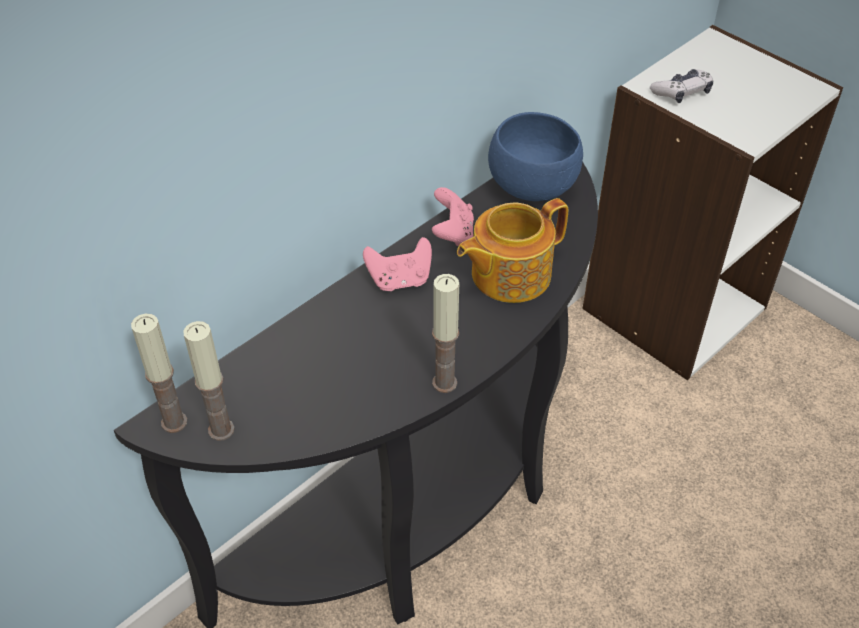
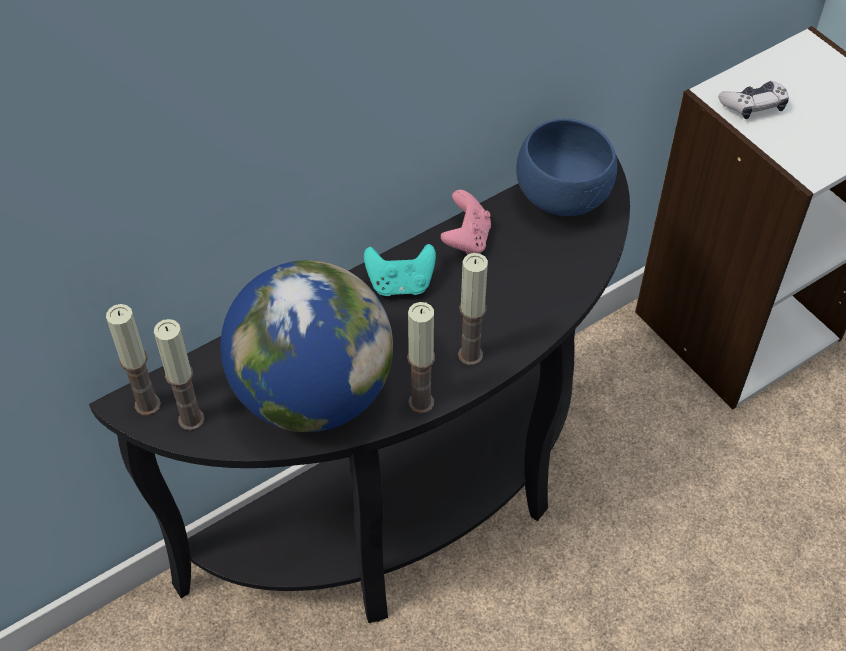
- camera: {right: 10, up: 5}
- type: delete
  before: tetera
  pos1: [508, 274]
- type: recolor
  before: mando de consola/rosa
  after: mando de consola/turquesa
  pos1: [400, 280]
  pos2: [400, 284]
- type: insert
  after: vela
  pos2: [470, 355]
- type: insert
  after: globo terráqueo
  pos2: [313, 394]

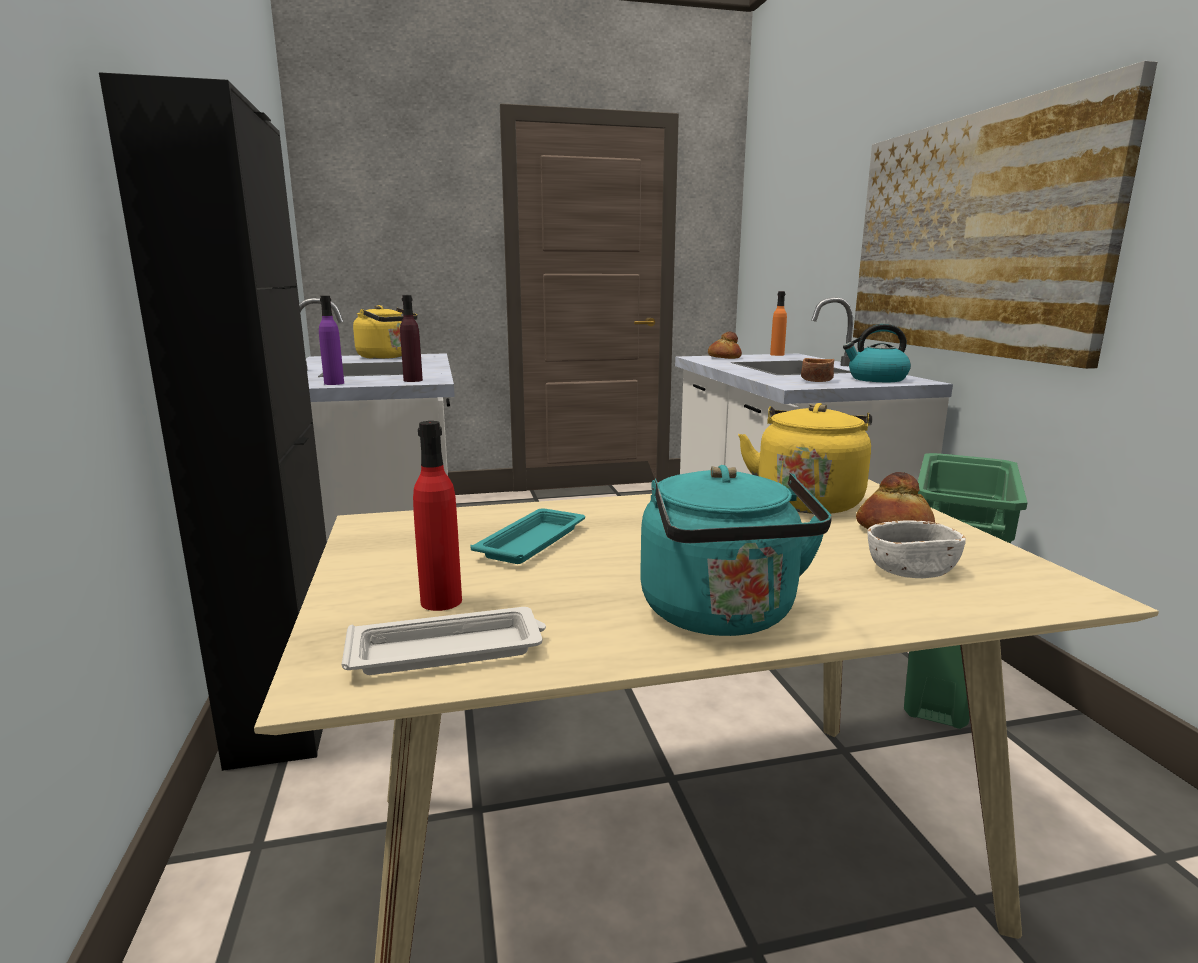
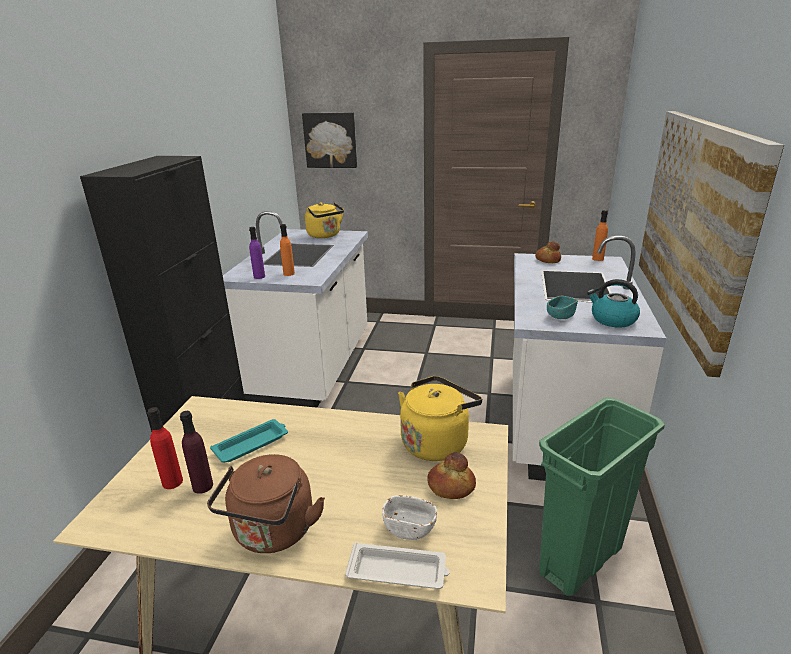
- camera: {right: 25, up: 10}
- type: move
  before: botella/morado
  pos1: [413, 380]
  pos2: [203, 486]
- type: recolor
  before: cuenco/marrón
  after: cuenco/turquesa
  pos1: [816, 380]
  pos2: [560, 315]
- type: recolor
  before: hervidor/turquesa
  after: hervidor/marrón
  pos1: [722, 616]
  pos2: [272, 533]
- type: move
  before: bandeja/blanco
  pos1: [449, 650]
  pos2: [398, 571]
- type: insert
  after: cuadro
  pos2: [330, 140]
- type: insert
  after: botella/naranja
  pos2: [289, 273]

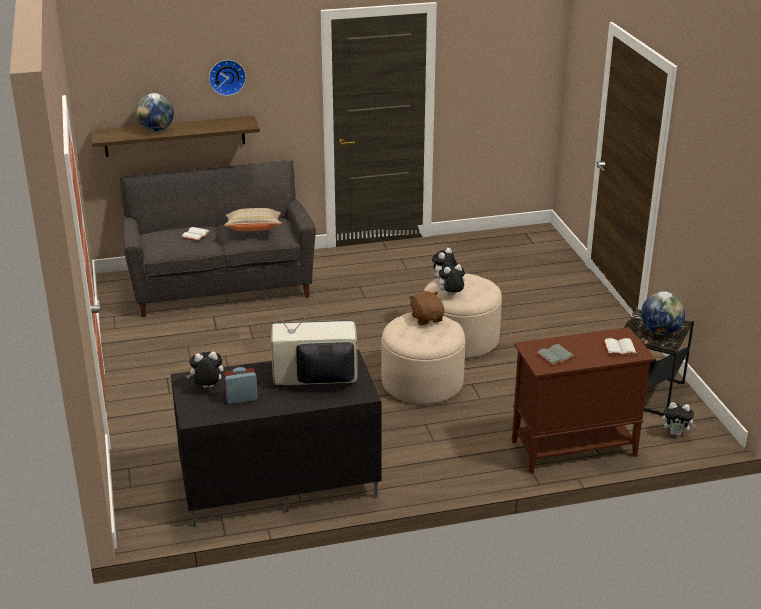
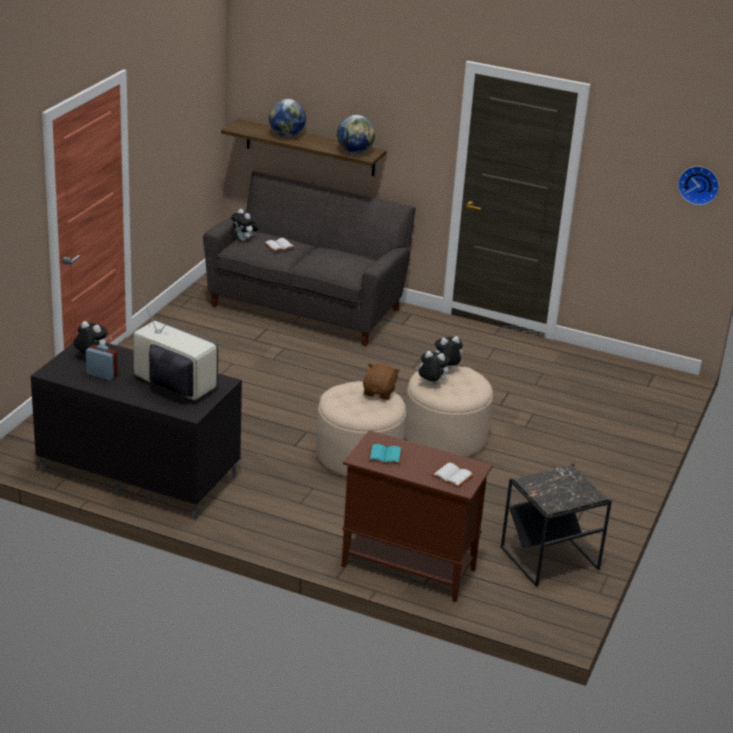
- camera: {right: 35, up: 0}
- type: move
  before: reloj de pared
  pos1: [227, 76]
  pos2: [699, 184]
- type: delete
  before: cojín/beis
  pos1: [253, 230]
- type: move
  before: globo terráqueo
  pos1: [660, 331]
  pos2: [355, 152]
- type: recolor
  before: libro/gris
  after: libro/turquesa
  pos1: [555, 355]
  pos2: [386, 455]
- type: move
  before: peluche
  pos1: [676, 433]
  pos2: [244, 239]

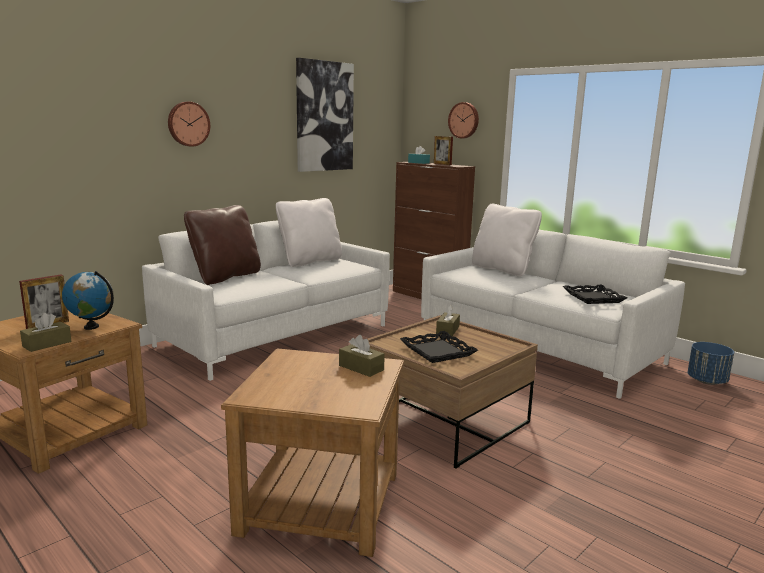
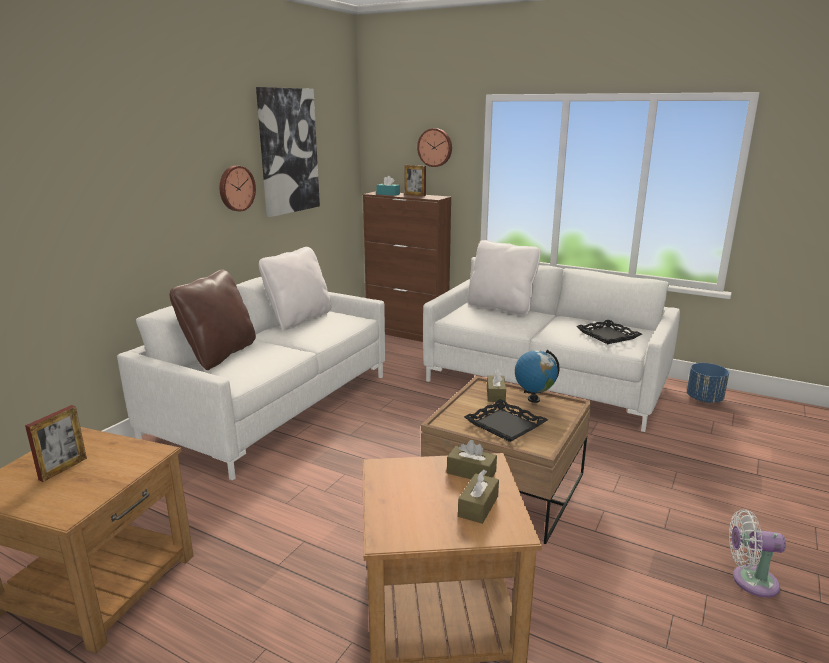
- camera: {right: -15, up: 5}
- type: move
  before: reloj de pared
  pos1: [188, 124]
  pos2: [236, 188]
- type: move
  before: globo terráqueo
  pos1: [91, 327]
  pos2: [533, 399]
- type: move
  before: caja de pañuelos/marrón
  pos1: [47, 344]
  pos2: [478, 506]
- type: insert
  after: ventilador/blanco
  pos2: [750, 581]

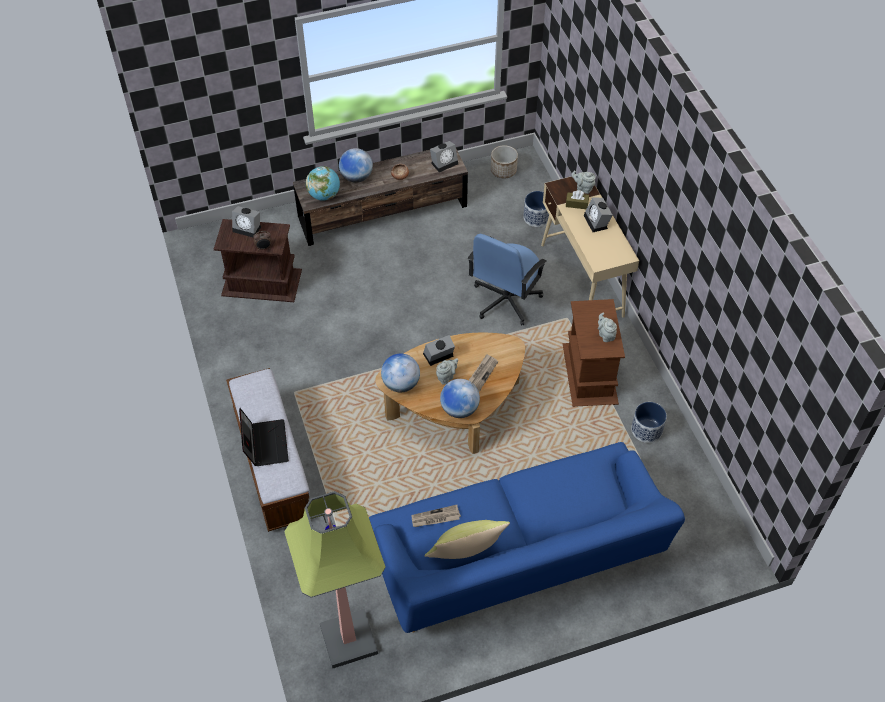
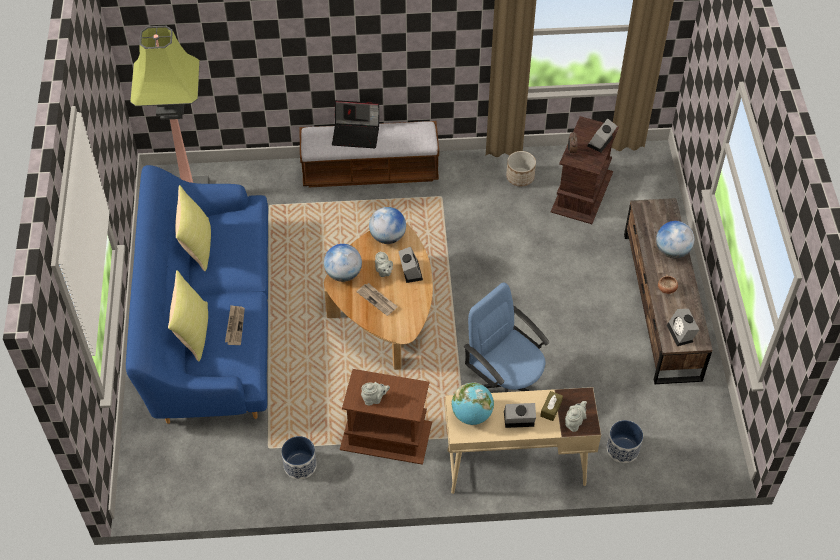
- camera: {right: 105, up: 0}
- type: move
  before: maceta
  pos1: [503, 170]
  pos2: [520, 177]
- type: move
  before: globo terráqueo
  pos1: [324, 195]
  pos2: [472, 415]
- type: move
  before: periódico
  pos1: [435, 518]
  pos2: [235, 326]
- type: insert
  after: cojín/amarillo
  pos2: [193, 332]

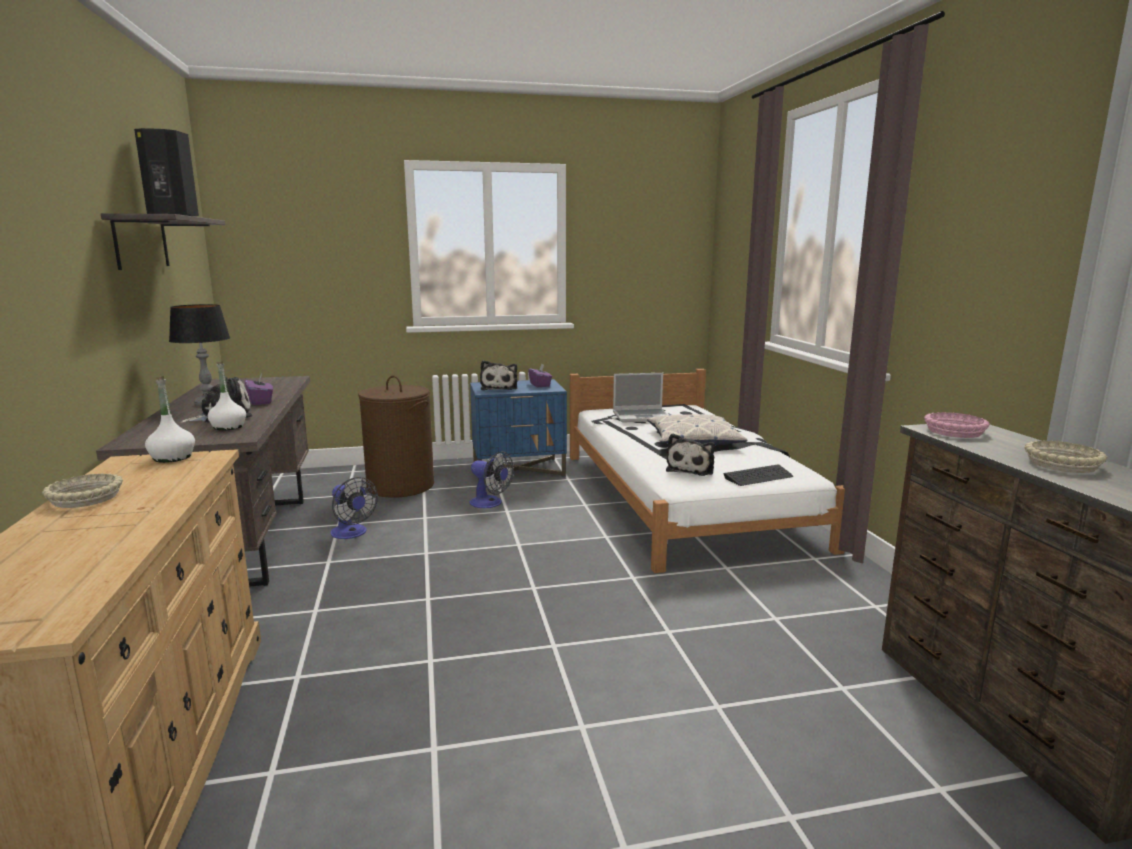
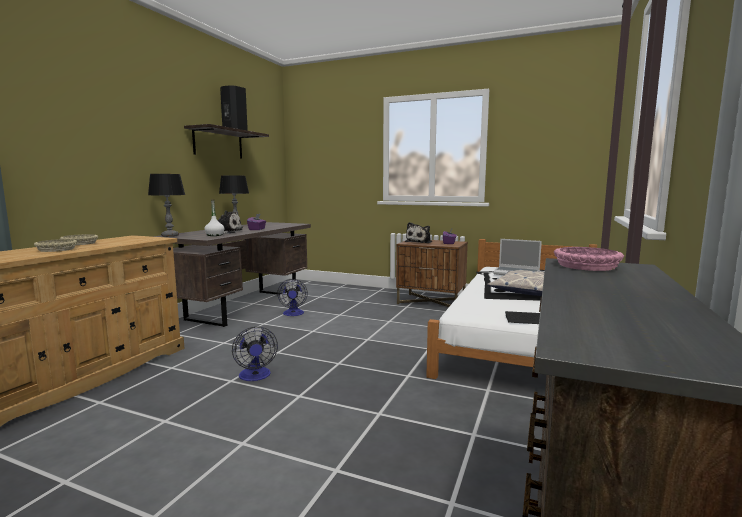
- camera: {right: 35, up: -5}
- type: delete
  before: botella/blanco
  pos1: [172, 458]
- type: delete
  before: cesto de la ropa/marrón
  pos1: [400, 486]
- type: recolor
  before: mesita de noche/azul
  after: mesita de noche/marrón
  pos1: [519, 470]
  pos2: [431, 302]
- type: delete
  before: peluche
  pos1: [691, 469]
- type: move
  before: cuenco/beis
  pos1: [1061, 464]
  pos2: [57, 249]
- type: move
  before: ventilador
  pos1: [490, 503]
  pos2: [255, 376]
- type: insert
  after: lámpara de mesa
  pos2: [170, 236]

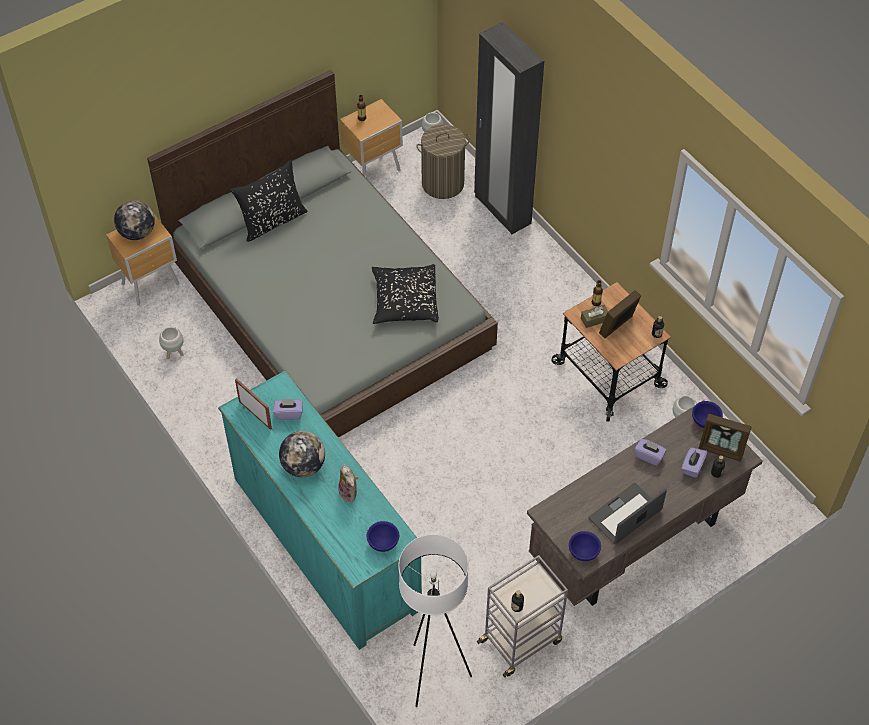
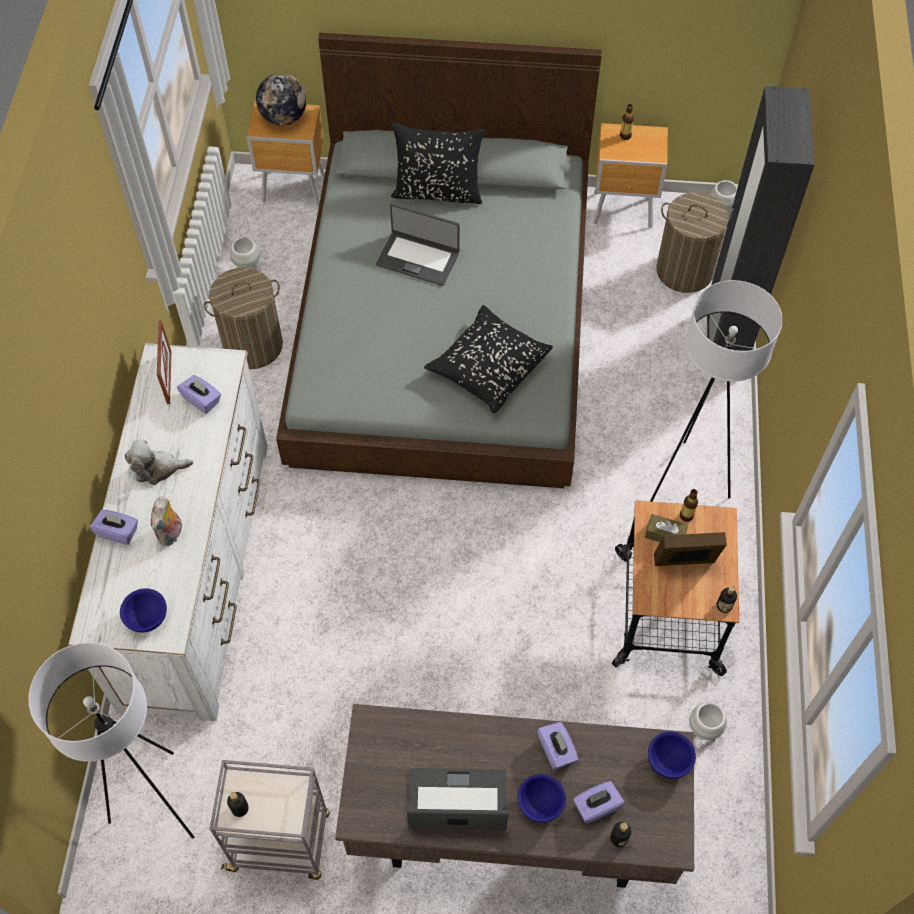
- camera: {right: 40, up: 5}
- type: recolor
  before: cómoda/turquesa
  after: cómoda/blanco
  pos1: [325, 542]
  pos2: [196, 571]
- type: delete
  before: portarretratos
  pos1: [721, 449]
- type: replace
  before: globo terráqueo
  after: peluche
  pos1: [303, 466]
  pos2: [158, 468]
- type: move
  before: cuenco/azul
  pos1: [583, 553]
  pos2: [539, 804]
- type: insert
  after: portátil
  pos2: [418, 258]
- type: insert
  after: cesto de la ropa
  pos2: [253, 345]
- type: insert
  after: lámpara de pie/blanco
  pos2: [687, 480]
- type: insert
  after: caja de pañuelos/morado
  pos2: [118, 532]

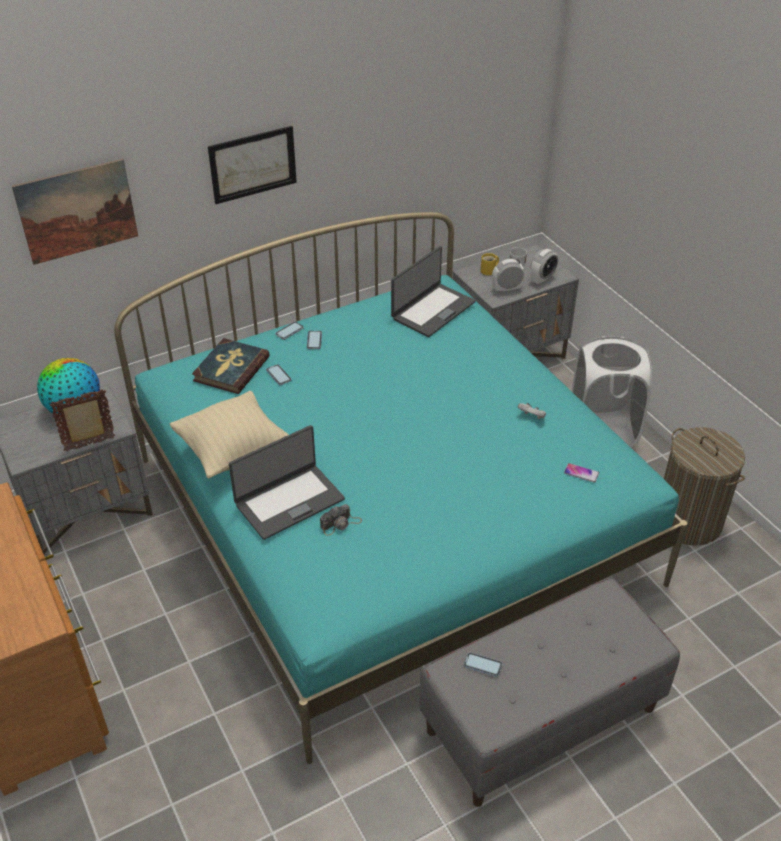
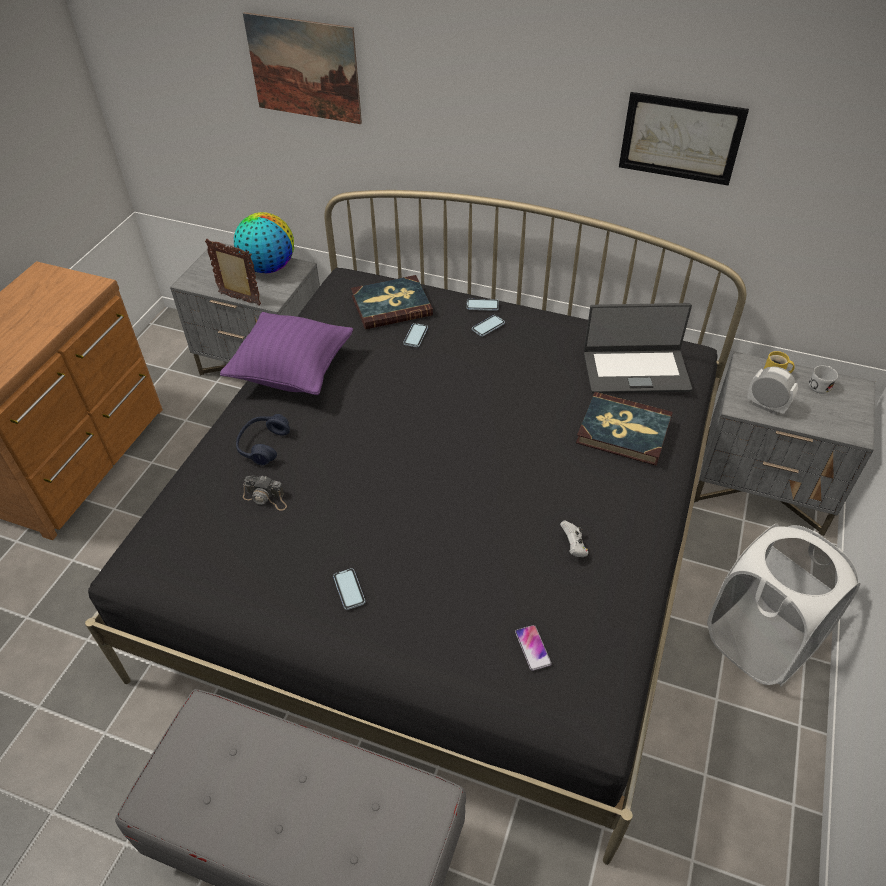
- camera: {right: 50, up: 5}
- type: move
  before: cuadro
  pos1: [253, 164]
  pos2: [680, 138]
- type: recolor
  before: cama/turquesa
  after: cama/negro
  pos1: [390, 518]
  pos2: [445, 547]
- type: delete
  before: despertador
  pos1: [542, 280]
- type: recolor
  before: cojín/beis
  after: cojín/morado
  pos1: [233, 451]
  pos2: [292, 373]
- type: replace
  before: portátil
  after: auriculares/azul
  pos1: [289, 501]
  pos2: [263, 445]
- type: delete
  before: cesto de la ropa
  pos1: [688, 521]
- type: move
  before: móvil
  pos1: [483, 665]
  pos2: [349, 589]
- type: insert
  after: libro
  pos2: [623, 431]

